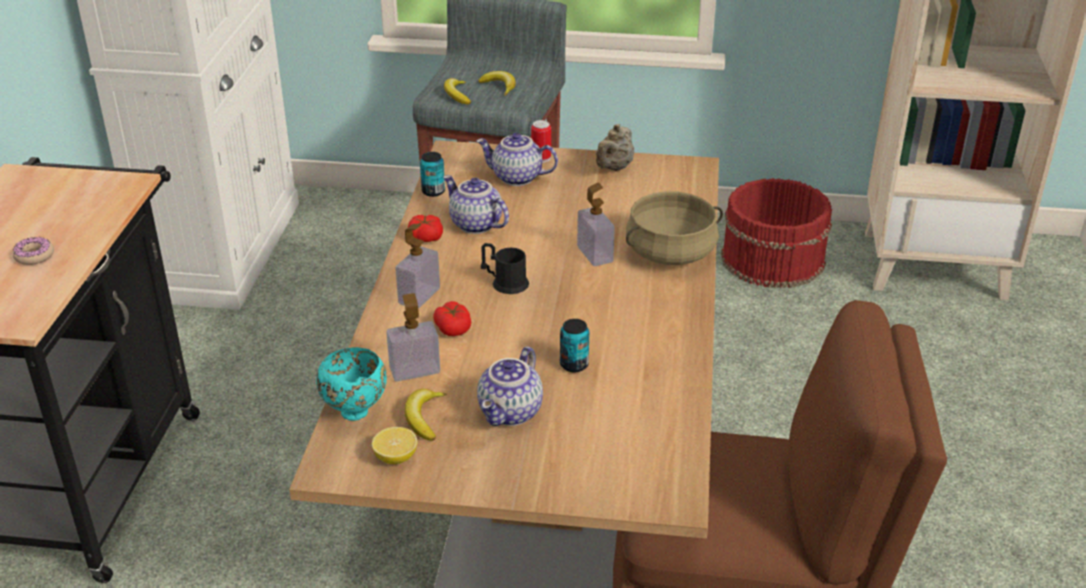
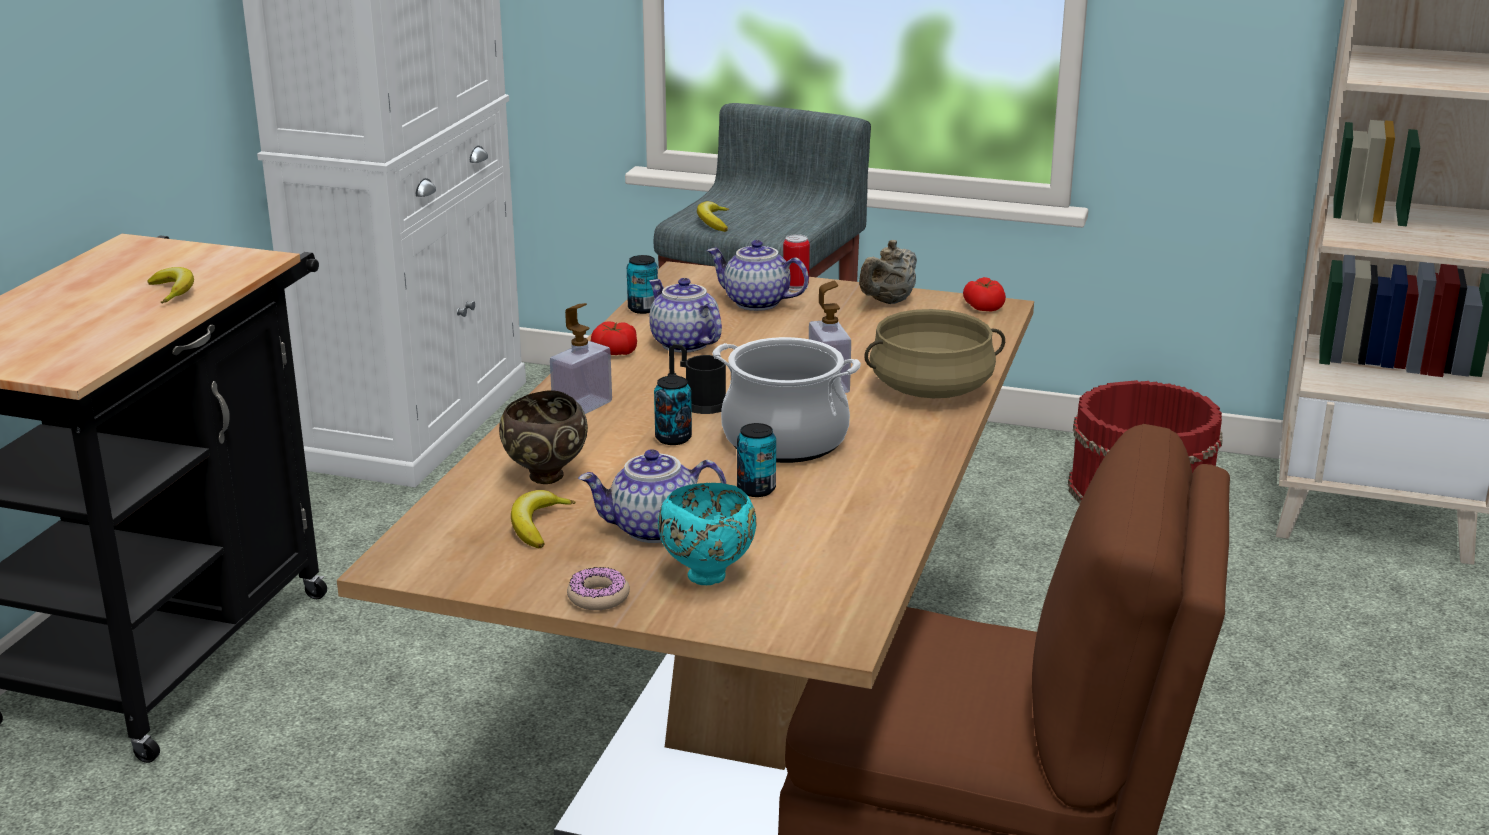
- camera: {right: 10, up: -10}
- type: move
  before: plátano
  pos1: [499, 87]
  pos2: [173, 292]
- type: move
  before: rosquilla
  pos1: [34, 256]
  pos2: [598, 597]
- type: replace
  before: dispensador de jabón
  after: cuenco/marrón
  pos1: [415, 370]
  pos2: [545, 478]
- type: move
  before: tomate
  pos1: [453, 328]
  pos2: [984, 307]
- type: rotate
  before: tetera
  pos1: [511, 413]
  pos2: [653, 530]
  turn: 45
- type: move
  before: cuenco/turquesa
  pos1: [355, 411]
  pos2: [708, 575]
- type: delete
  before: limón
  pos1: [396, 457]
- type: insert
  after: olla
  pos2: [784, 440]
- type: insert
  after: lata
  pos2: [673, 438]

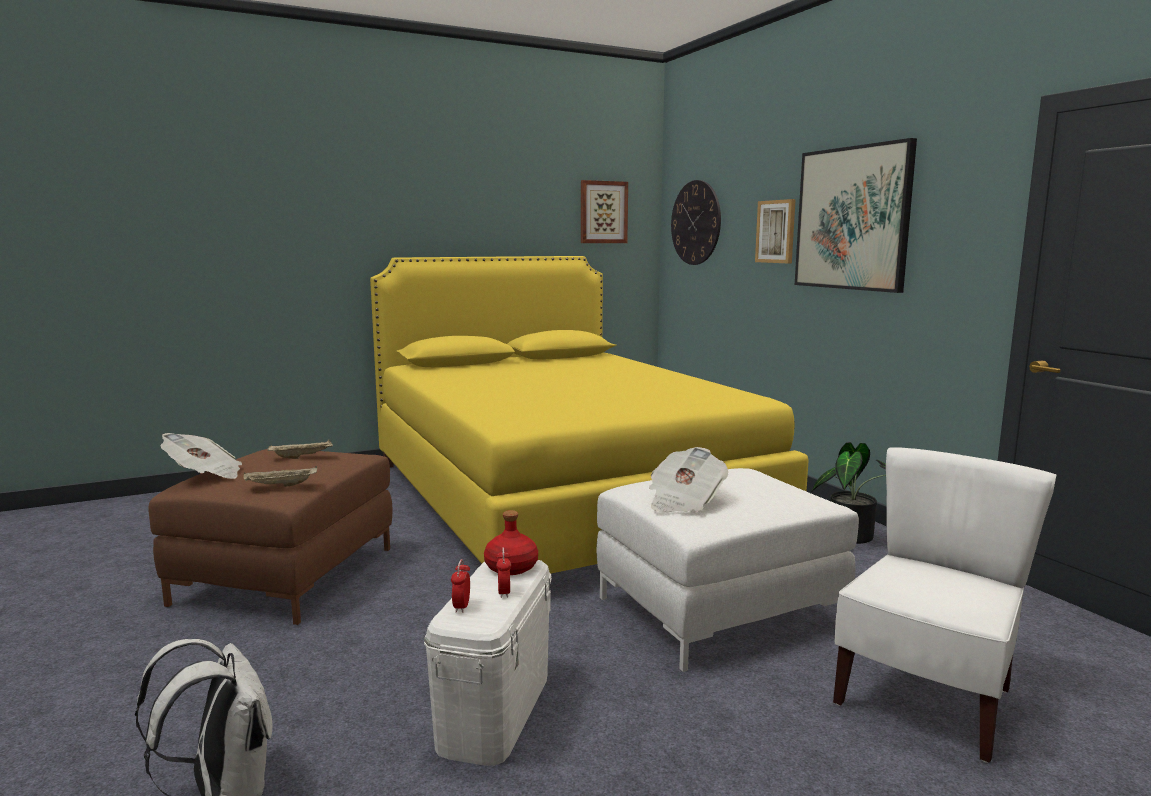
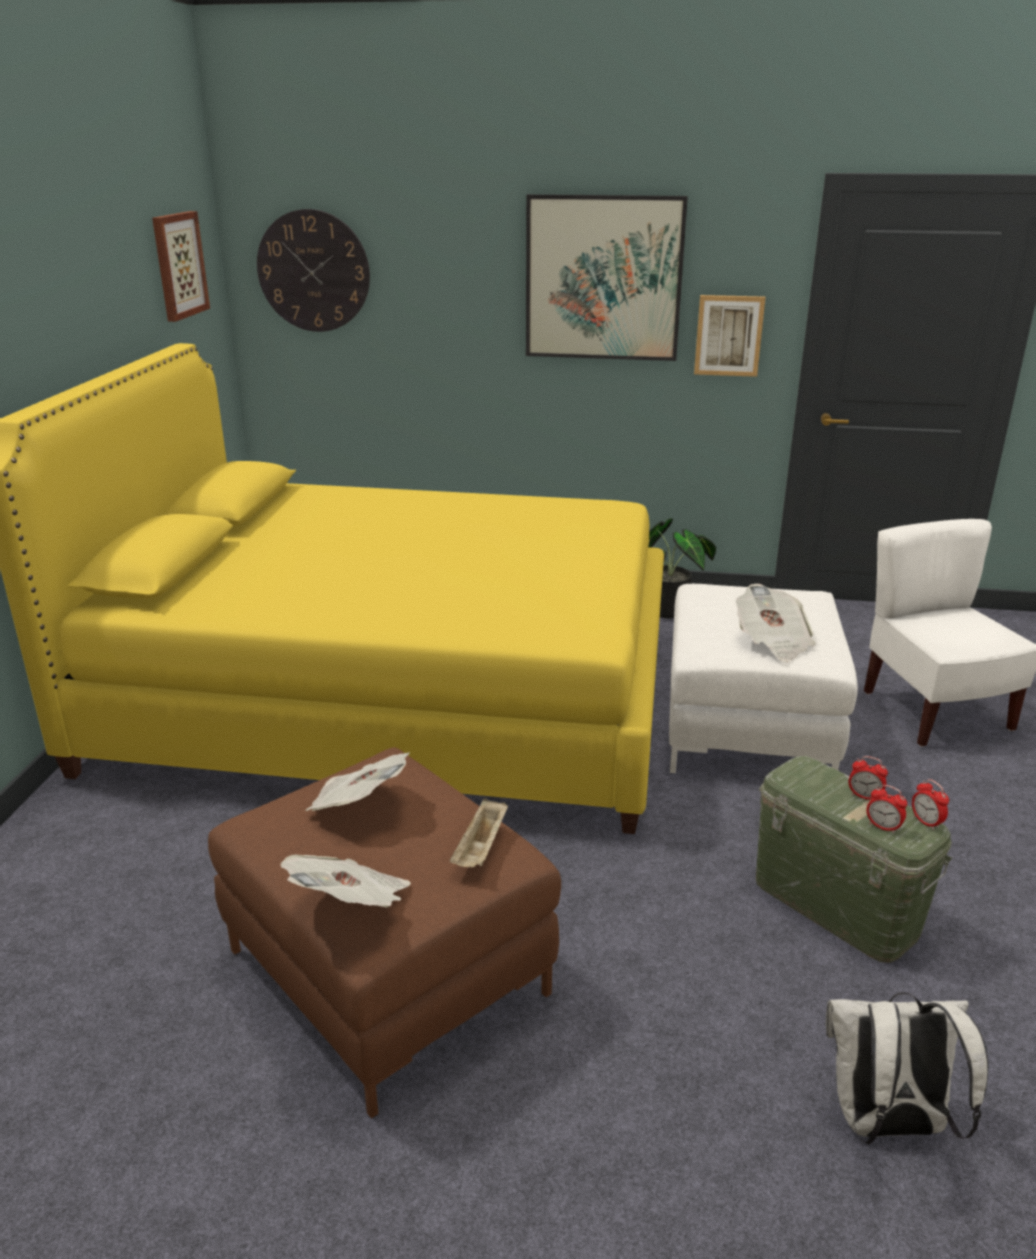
- camera: {right: -55, up: 15}
- type: move
  before: cuadro
  pos1: [776, 231]
  pos2: [728, 335]
- type: replace
  before: bandeja/beis
  after: periódico
  pos1: [302, 457]
  pos2: [359, 805]
- type: delete
  before: botella/rojo
  pos1: [512, 567]
- type: recolor
  before: caja de almacenaje/blanco
  after: caja de almacenaje/verde
  pos1: [495, 710]
  pos2: [835, 905]
- type: insert
  after: despertador
  pos2: [926, 822]

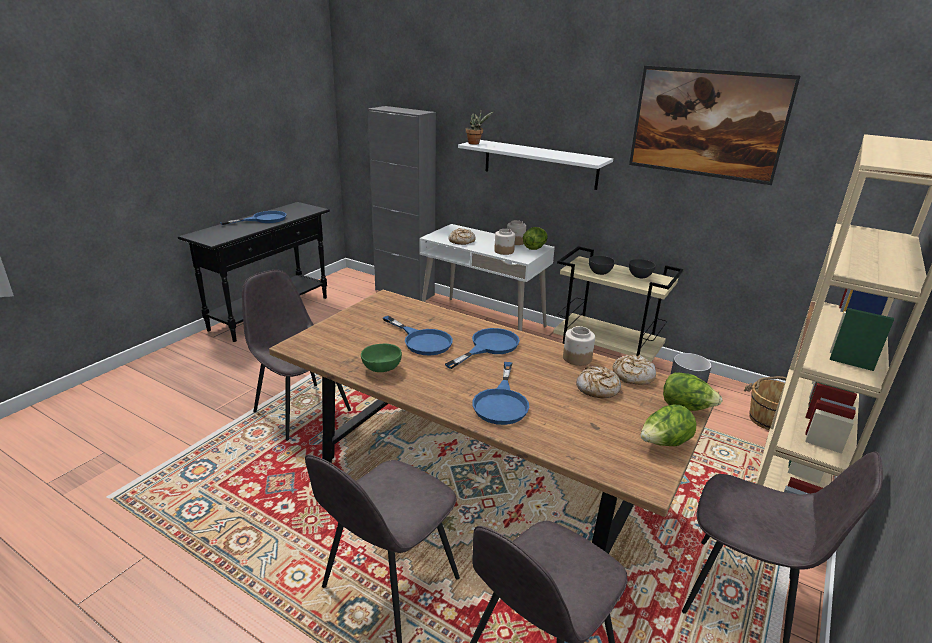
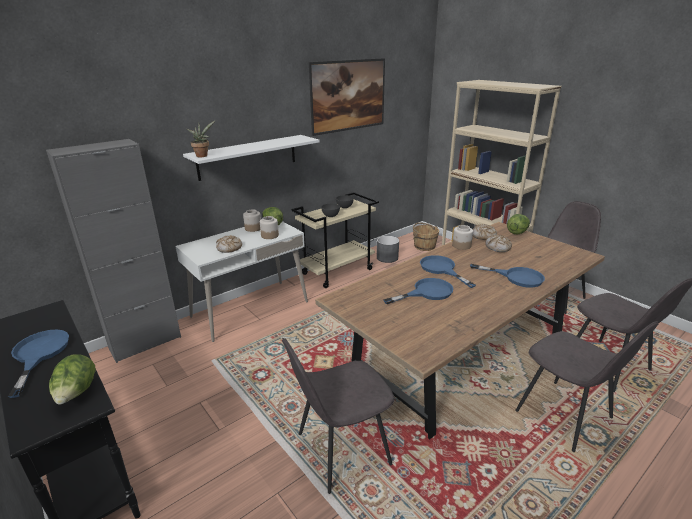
- camera: {right: -70, up: 0}
- type: delete
  before: cuenco/verde
  pos1: [381, 369]
- type: move
  before: lechuga
  pos1: [664, 444]
  pos2: [77, 393]

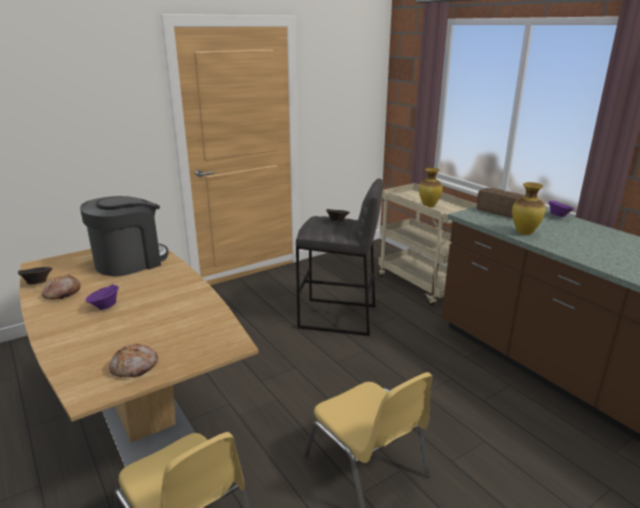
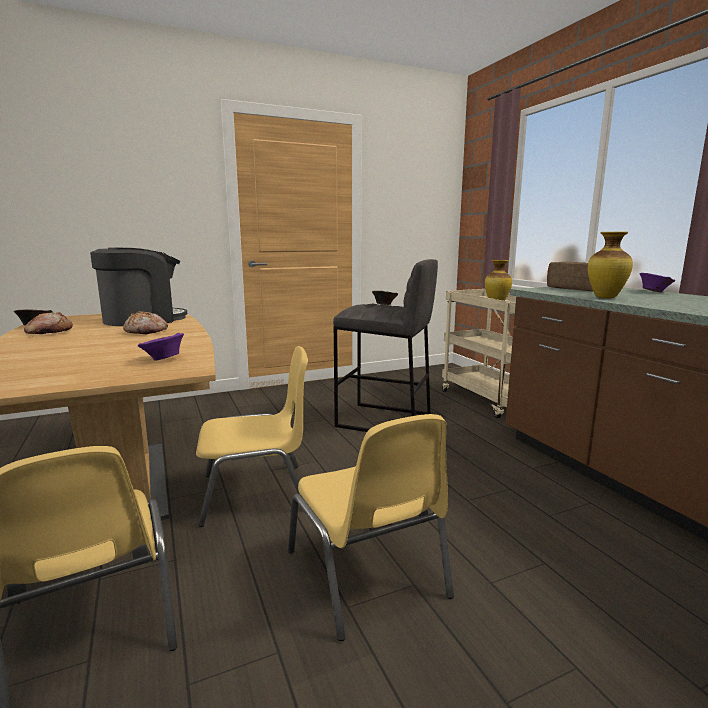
- camera: {right: 10, up: -10}
- type: move
  before: cuenco/morado
  pos1: [105, 307]
  pos2: [163, 359]
- type: move
  before: pan
  pos1: [135, 367]
  pos2: [147, 331]
- type: insert
  after: silla/amarillo
  pos2: [256, 492]

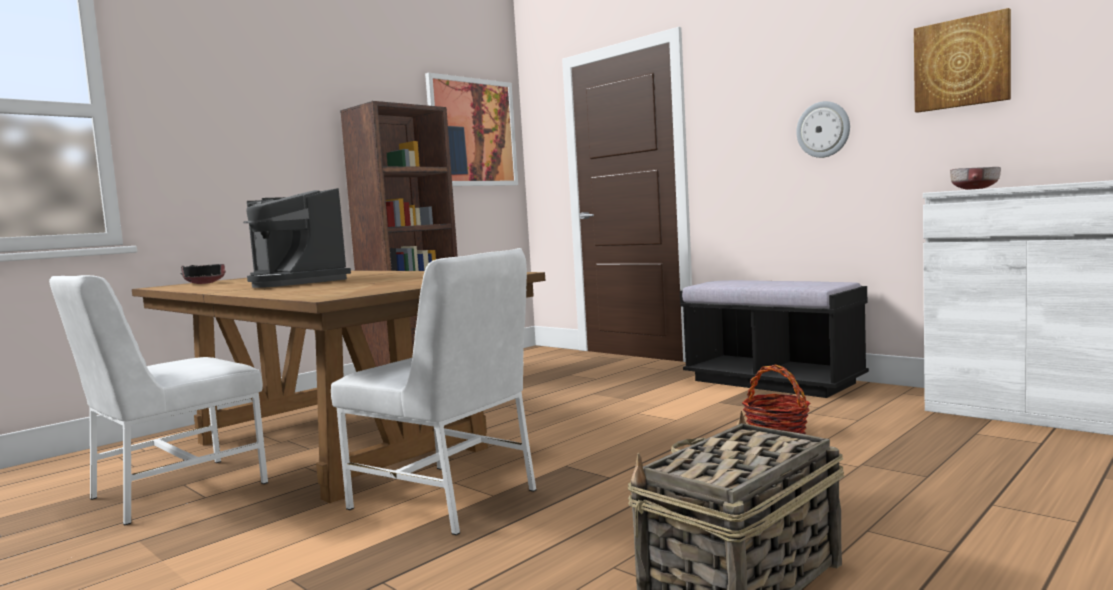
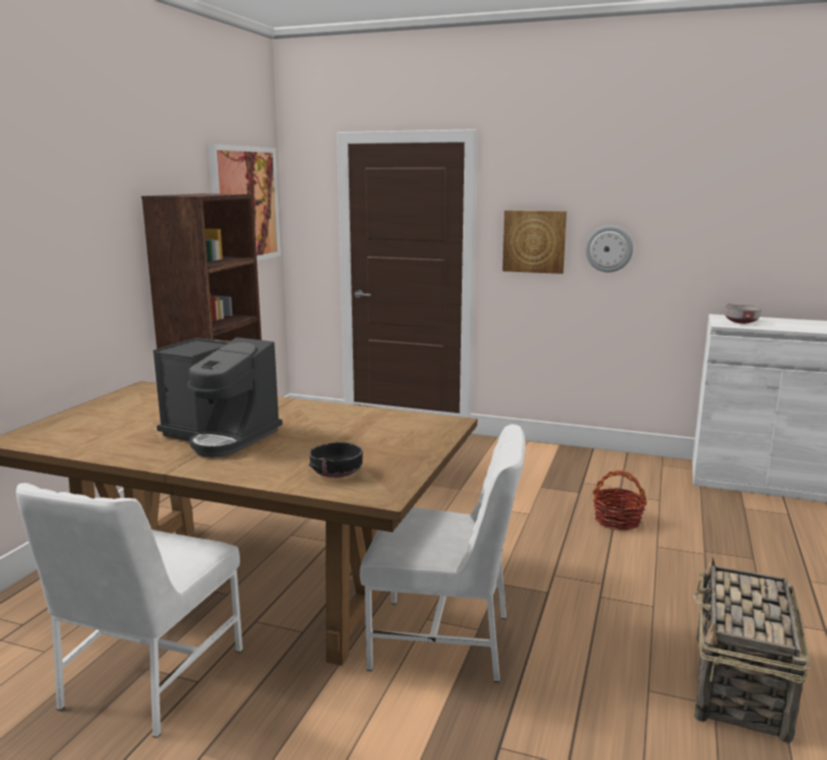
- camera: {right: -25, up: 10}
- type: move
  before: cuadro
  pos1: [961, 63]
  pos2: [534, 241]
- type: move
  before: cuenco/negro
  pos1: [205, 283]
  pos2: [337, 473]
- type: delete
  before: banco/negro
  pos1: [772, 382]

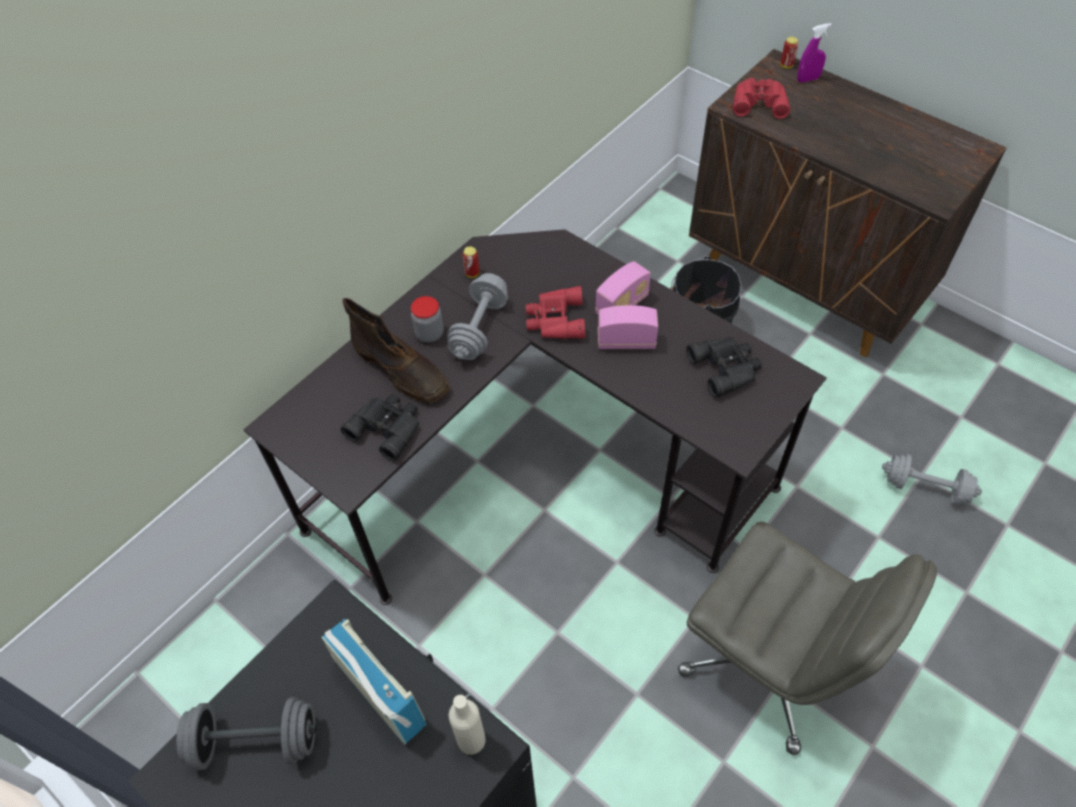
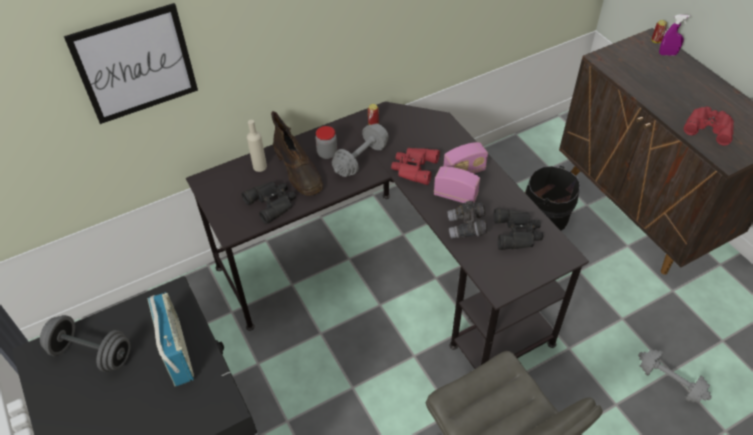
- camera: {right: 20, up: -5}
- type: move
  before: prismáticos/rojo
  pos1: [759, 102]
  pos2: [708, 127]
- type: move
  before: botella/beis
  pos1: [471, 740]
  pos2: [260, 166]
- type: insert
  after: cuadro
  pos2: [135, 64]
- type: insert
  after: prismáticos/gris
  pos2: [466, 228]

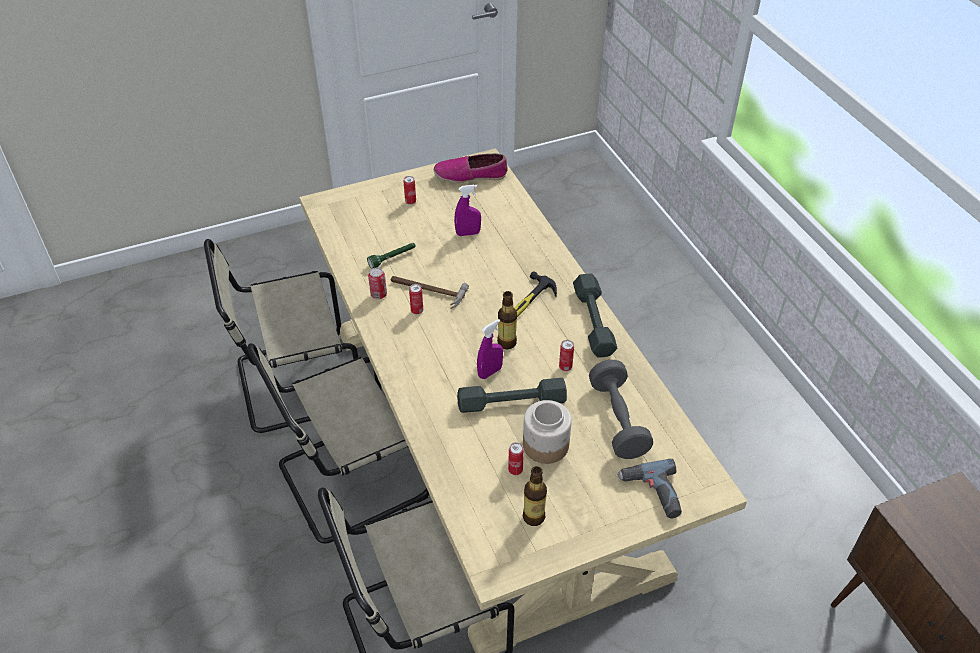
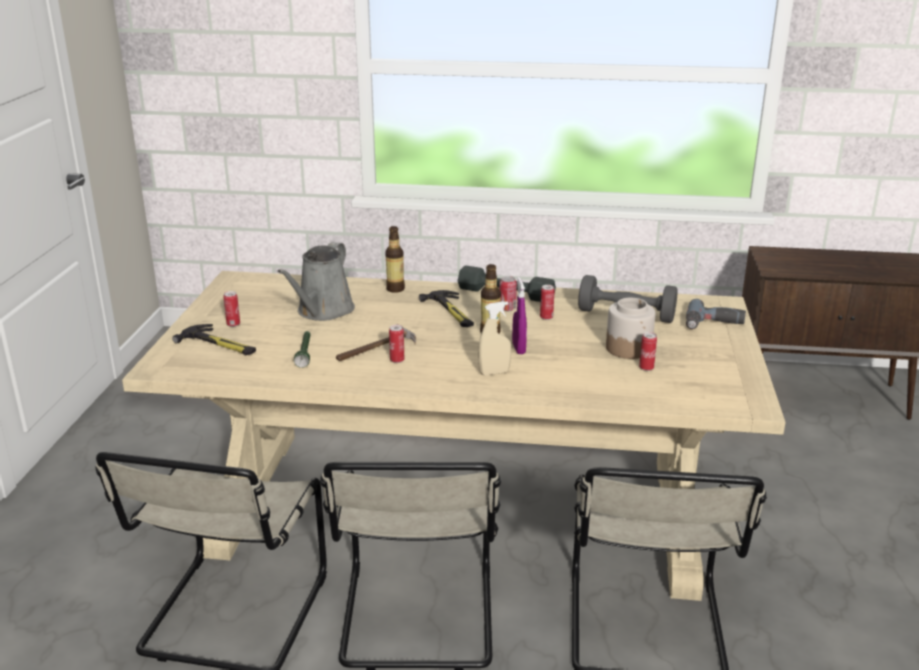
- camera: {right: -60, up: -20}
- type: delete
  before: zapato
  pos1: [470, 175]
- type: replace
  before: pulverizador/morado
  after: regadera/gris
  pos1: [468, 233]
  pos2: [323, 311]
- type: move
  before: lata
  pos1: [378, 295]
  pos2: [507, 309]
- type: delete
  before: mancuerna/gris
  pos1: [511, 403]
- type: move
  before: botella
  pos1: [534, 517]
  pos2: [395, 289]
- type: insert
  after: pulverizador/beis
  pos2: [494, 372]
- type: insert
  after: martillo
  pos2: [219, 345]

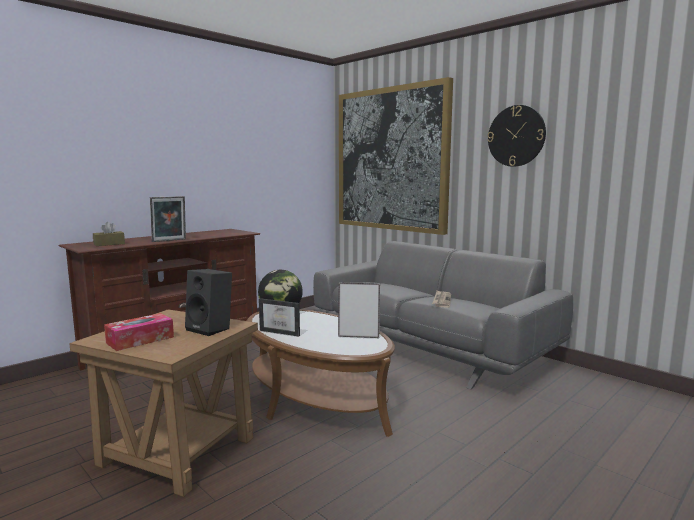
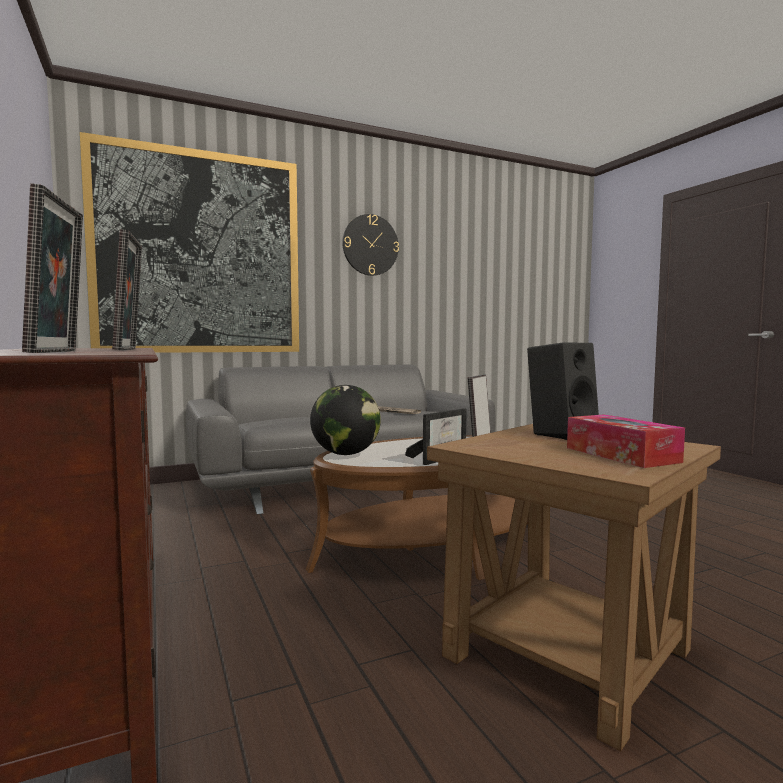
- camera: {right: -70, up: -5}
- type: replace
  before: caja de pañuelos/marrón
  after: portarretratos
  pos1: [109, 244]
  pos2: [59, 352]

